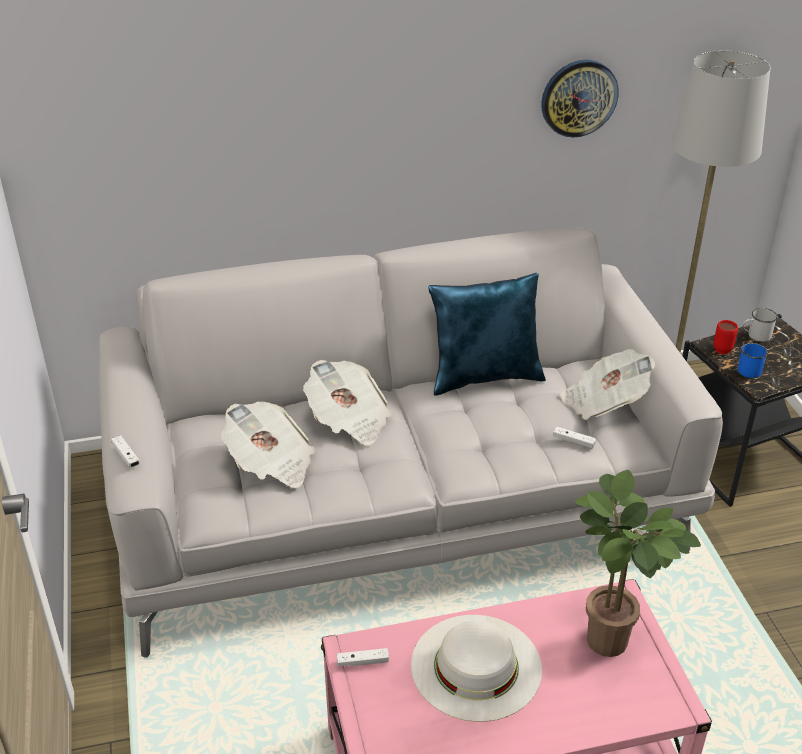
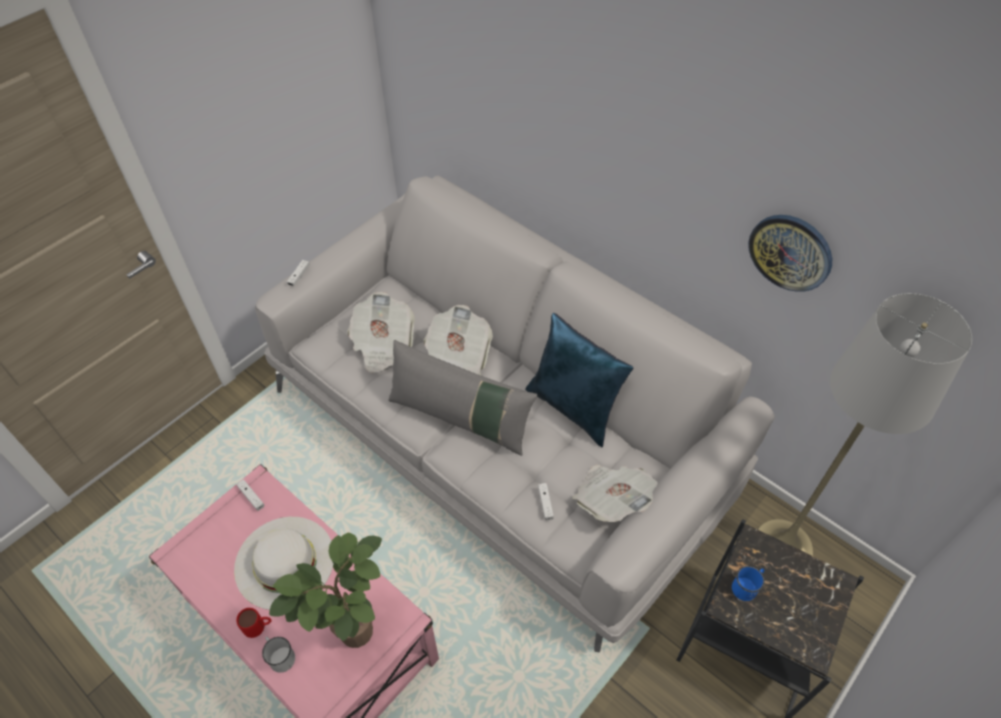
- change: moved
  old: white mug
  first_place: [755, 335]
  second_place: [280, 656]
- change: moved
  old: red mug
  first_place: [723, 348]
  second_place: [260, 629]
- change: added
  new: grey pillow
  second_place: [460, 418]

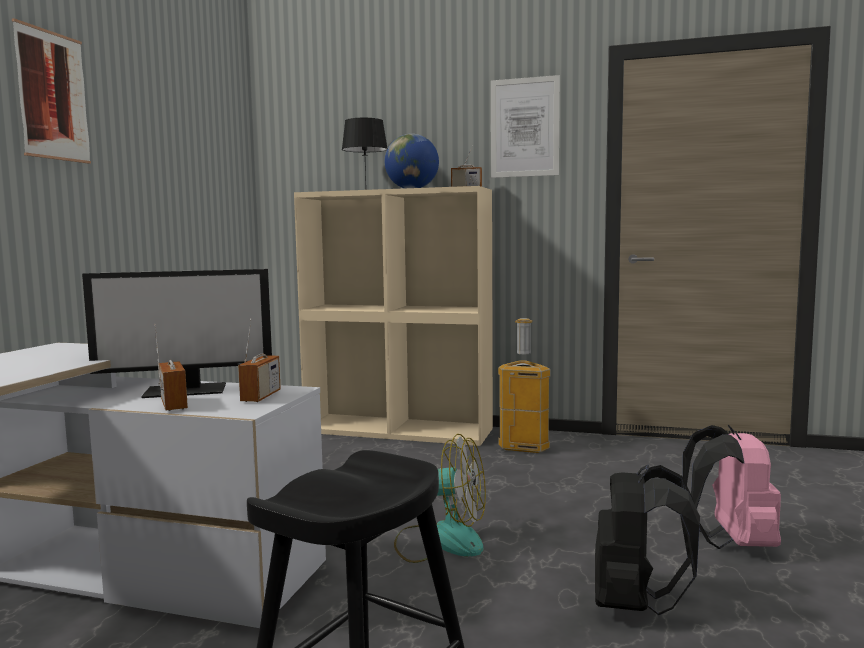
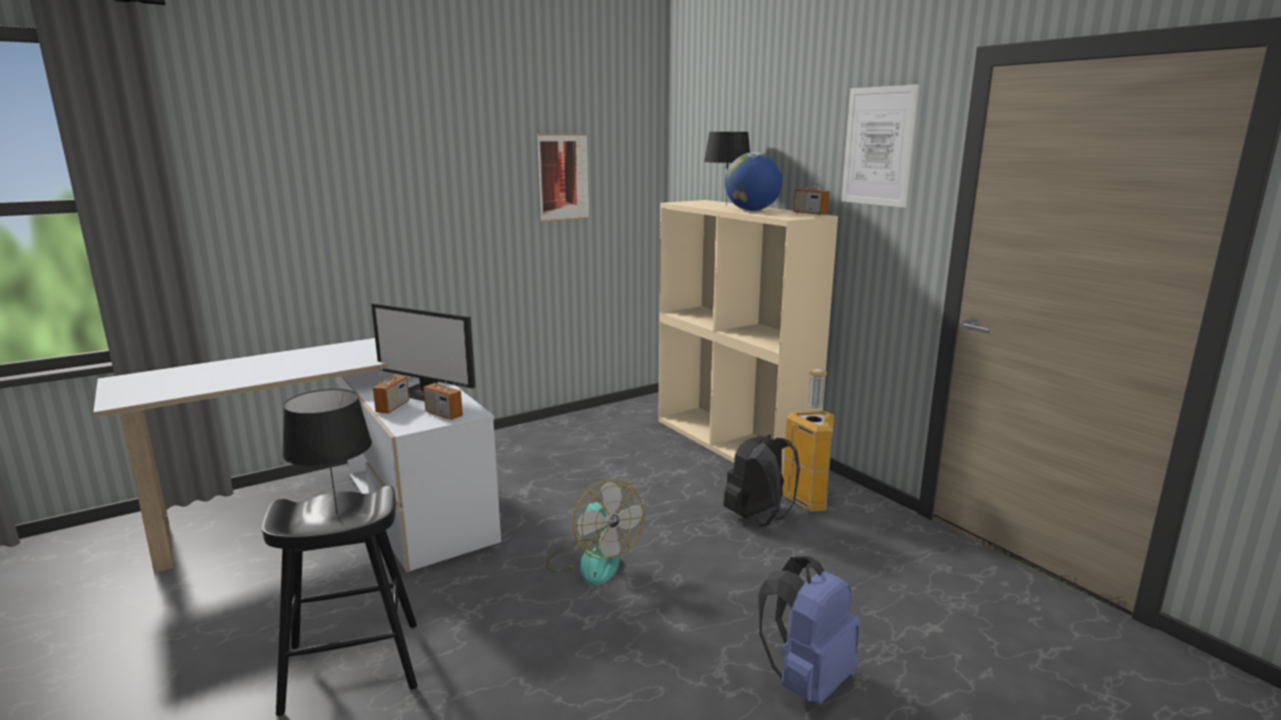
- change: moved
  old: picture
  first_place: [52, 96]
  second_place: [563, 177]
- change: turned
  old: radio
  first_place: [261, 396]
  second_place: [444, 414]
  degrees: 75
- change: recoloured
  old: pink backpack
  new: blue backpack
  first_place: [731, 543]
  second_place: [807, 680]
- change: moved
  old: black backpack
  first_place: [635, 604]
  second_place: [759, 518]
- change: added
  new: black table lamp
  second_place: [338, 515]

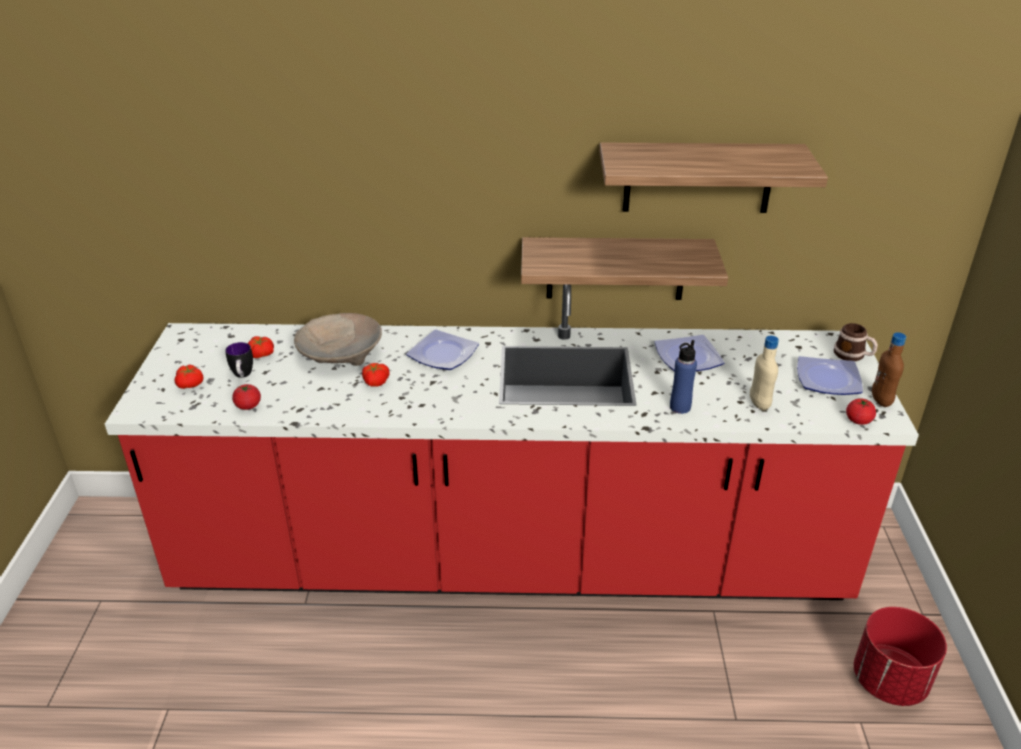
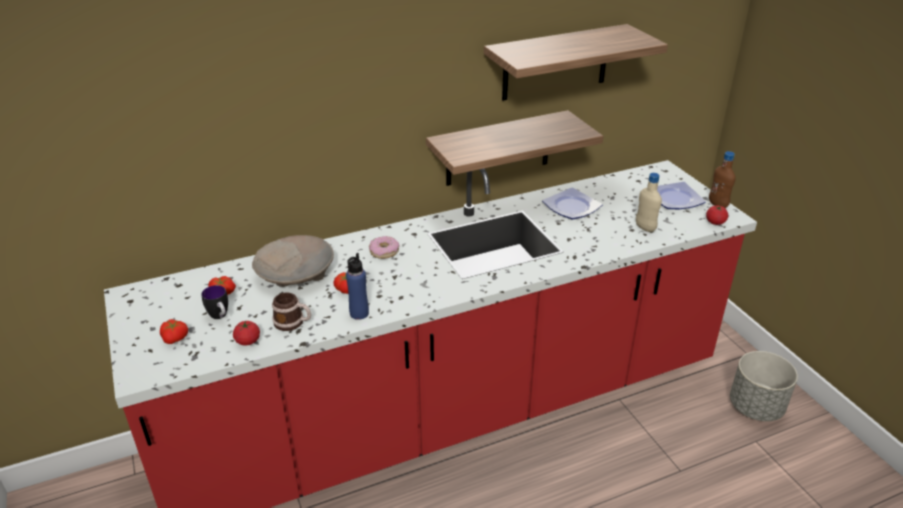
- change: moved
  old: mug
  first_place: [853, 355]
  second_place: [293, 323]
- change: replaced
  old: plate
  new: donut
  first_place: [442, 353]
  second_place: [384, 251]
- change: moved
  old: blue bottle
  first_place: [680, 407]
  second_place: [359, 313]
- change: recoloured
  old: red planter
  new: grey planter
  first_place: [889, 682]
  second_place: [756, 407]

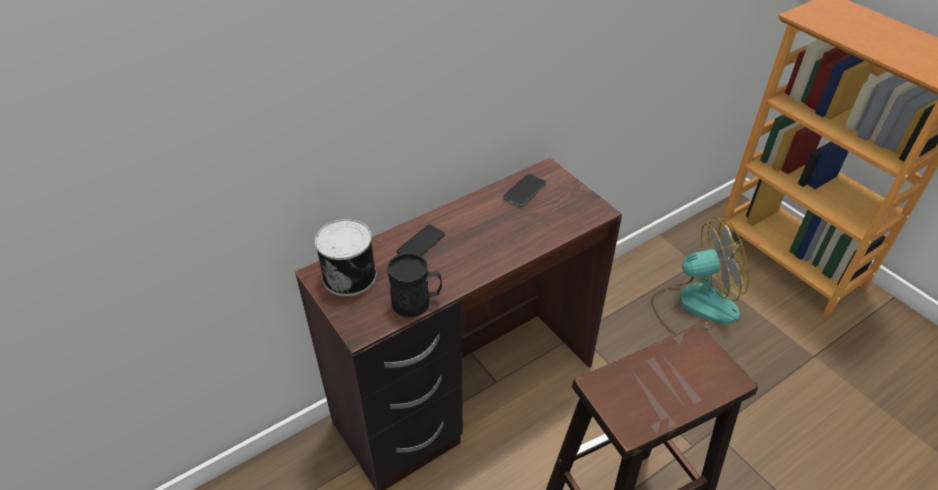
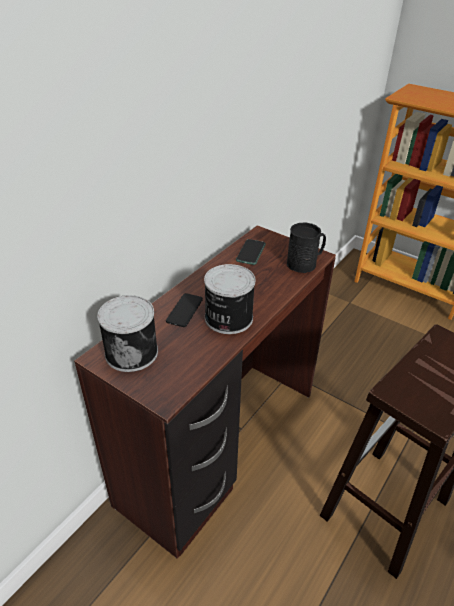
- change: removed
  old: fan
  first_place: [694, 306]
- change: moved
  old: black mug
  first_place: [416, 302]
  second_place: [305, 263]
- change: added
  new: can
  second_place: [227, 318]

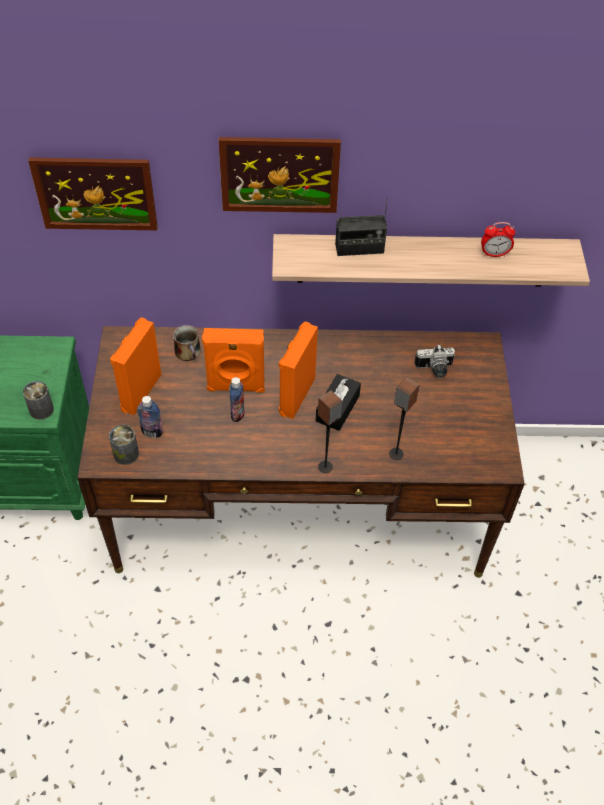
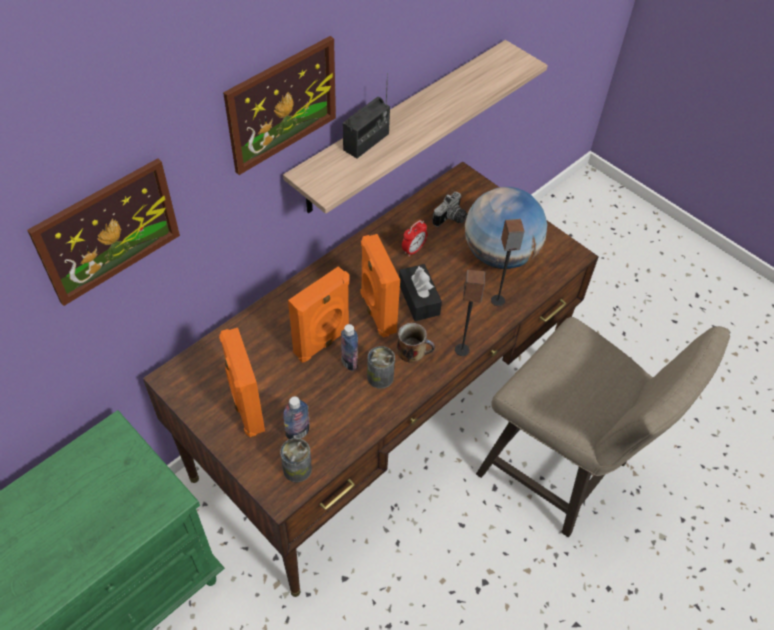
- change: moved
  old: alarm clock
  first_place: [494, 254]
  second_place: [413, 250]
- change: moved
  old: mug
  first_place: [188, 352]
  second_place: [413, 351]
- change: moved
  old: can
  first_place: [41, 410]
  second_place: [380, 377]
- change: added
  new: globe
  second_place: [500, 255]
- change: added
  new: beige stool
  second_place: [562, 473]

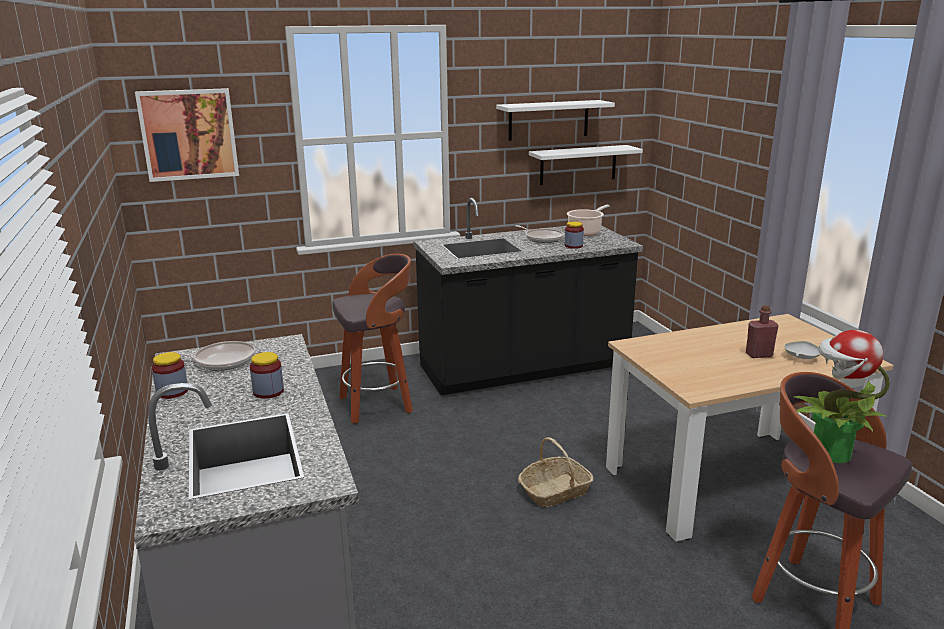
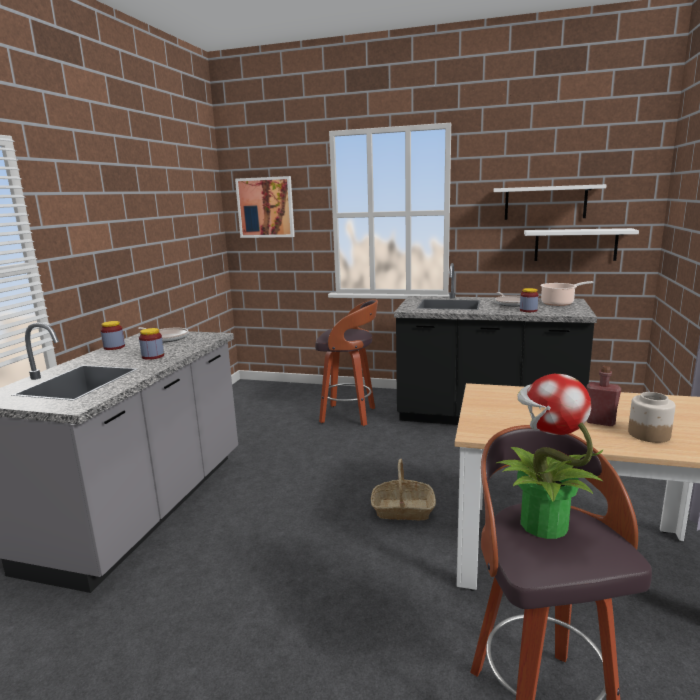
- change: replaced
  old: white bowl
  new: jar
  first_place: [801, 357]
  second_place: [648, 434]

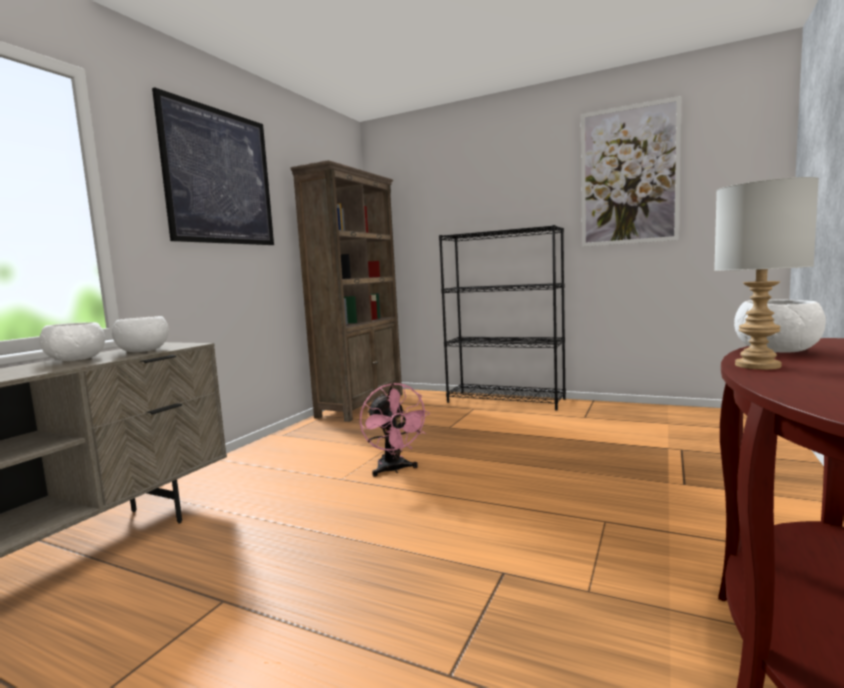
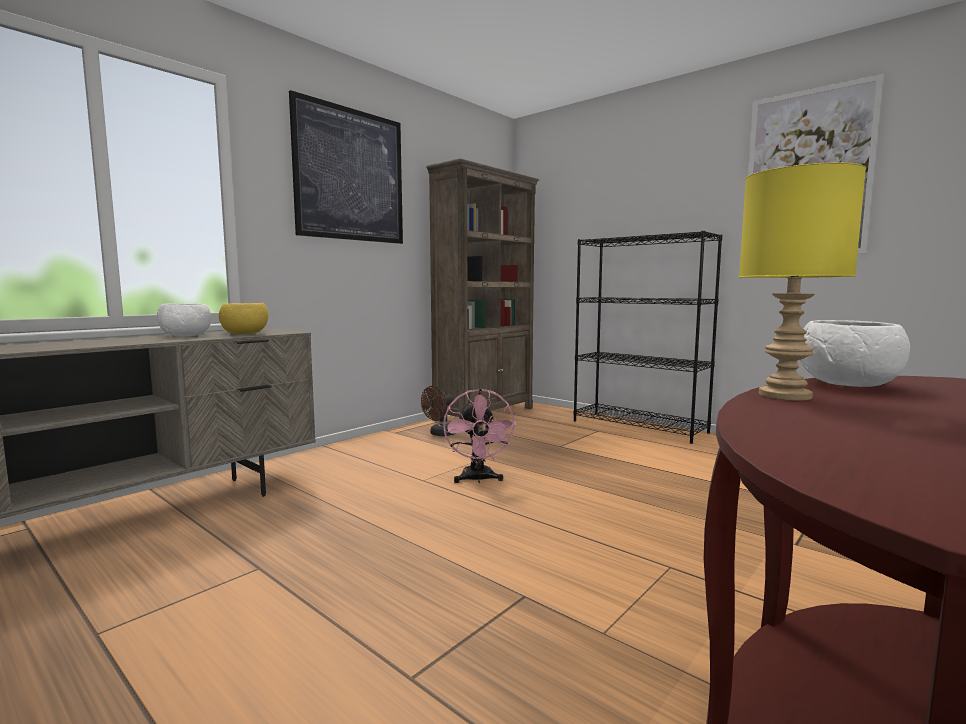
- change: recoloured
  old: grey table lamp
  new: yellow table lamp
  first_place: [756, 365]
  second_place: [784, 395]
- change: recoloured
  old: white bowl
  new: yellow bowl
  first_place: [143, 351]
  second_place: [245, 334]
- change: added
  new: brown fan
  second_place: [440, 434]

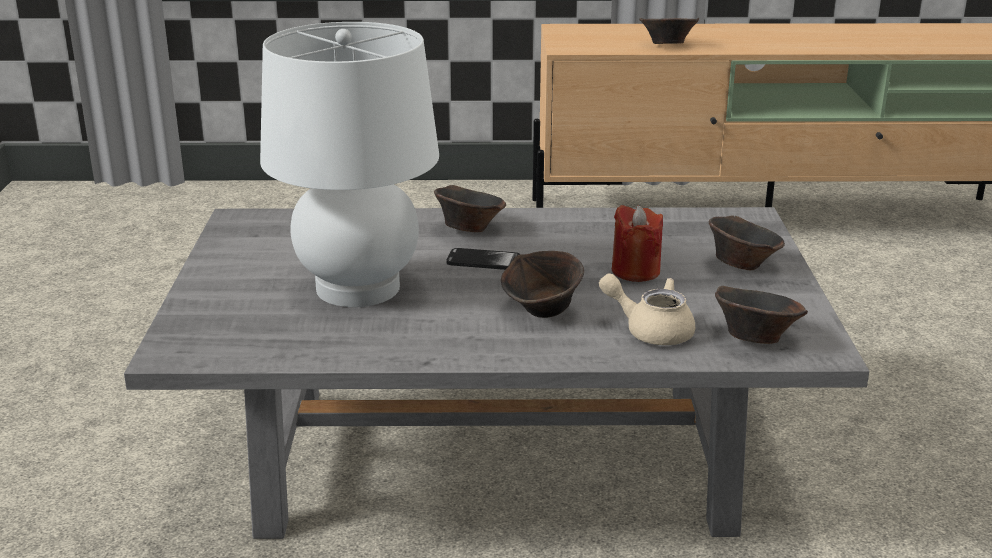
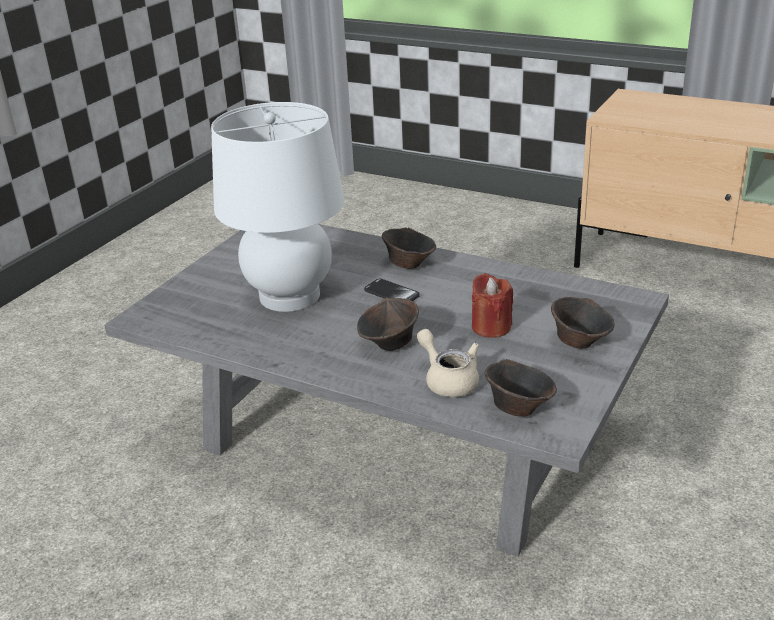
- change: removed
  old: brown bowl
  first_place: [666, 45]

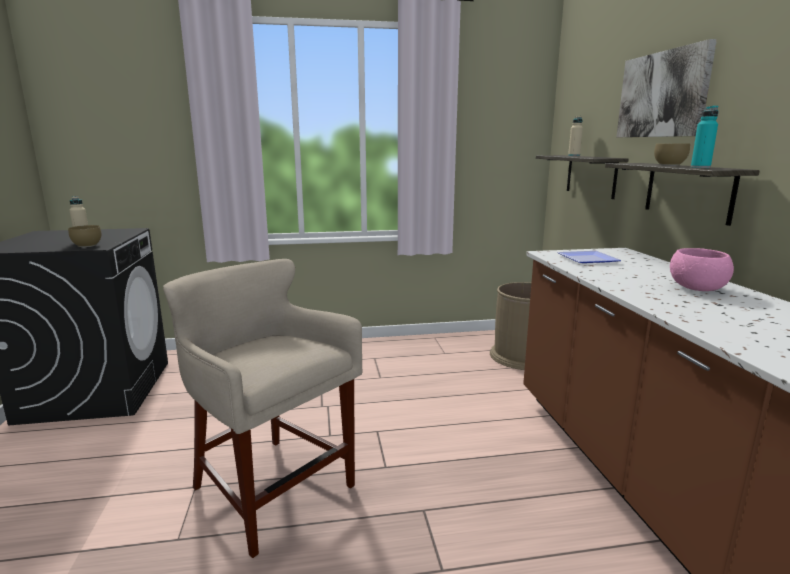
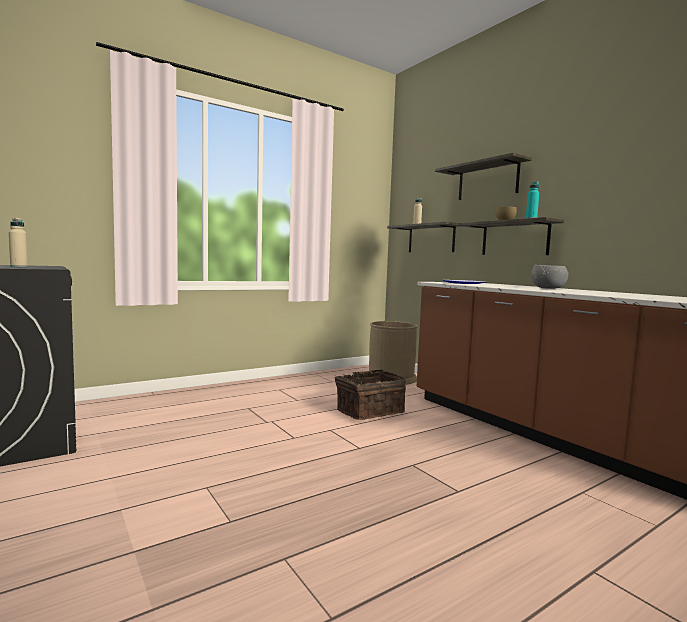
- change: replaced
  old: picture
  new: shelf
  first_place: [662, 95]
  second_place: [487, 181]
- change: removed
  old: brown bowl
  first_place: [87, 245]
- change: recoloured
  old: pink bowl
  new: grey bowl
  first_place: [697, 288]
  second_place: [547, 288]
- change: removed
  old: beige stool
  first_place: [271, 490]
- change: added
  new: basket
  second_place: [368, 411]

